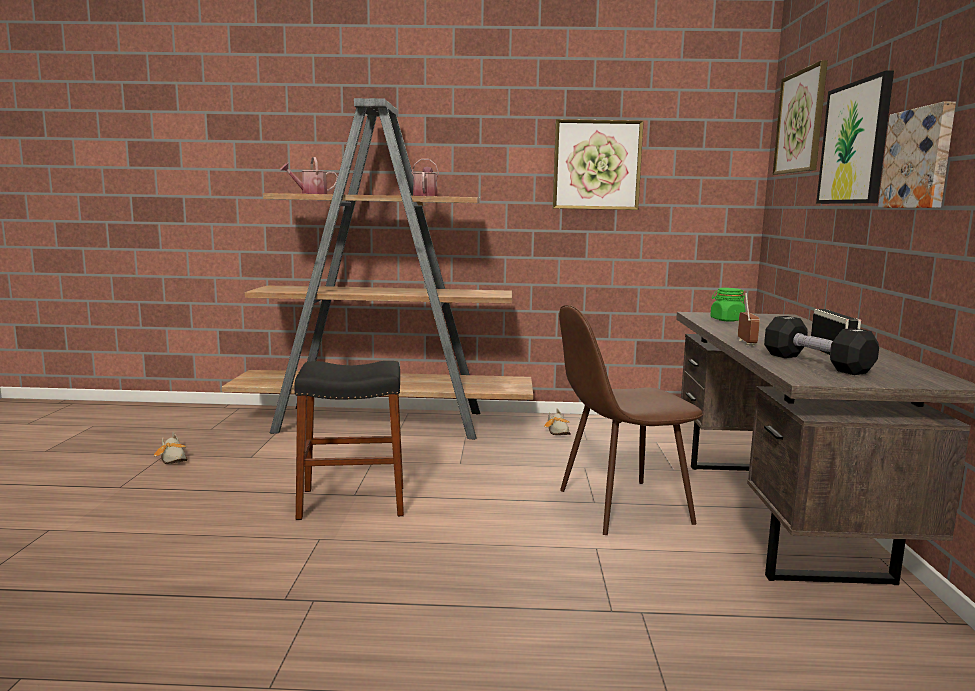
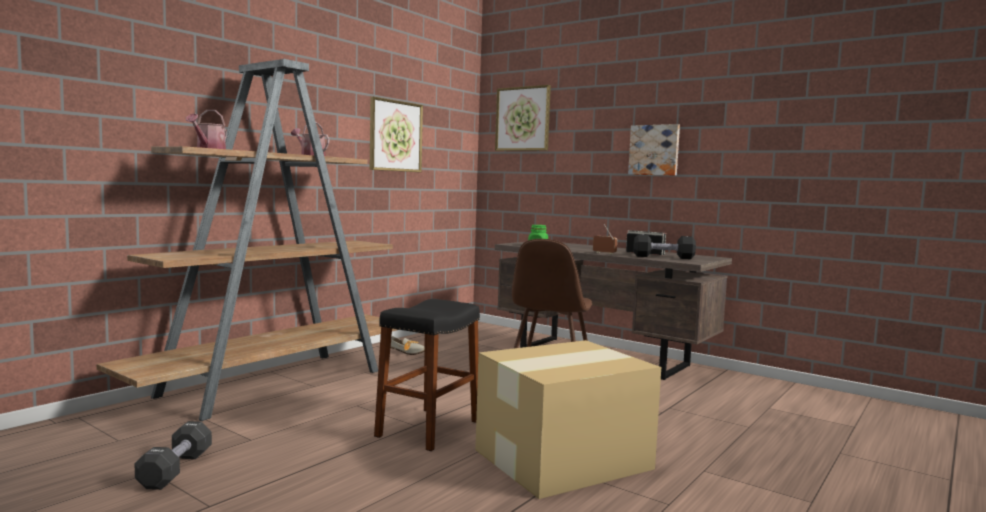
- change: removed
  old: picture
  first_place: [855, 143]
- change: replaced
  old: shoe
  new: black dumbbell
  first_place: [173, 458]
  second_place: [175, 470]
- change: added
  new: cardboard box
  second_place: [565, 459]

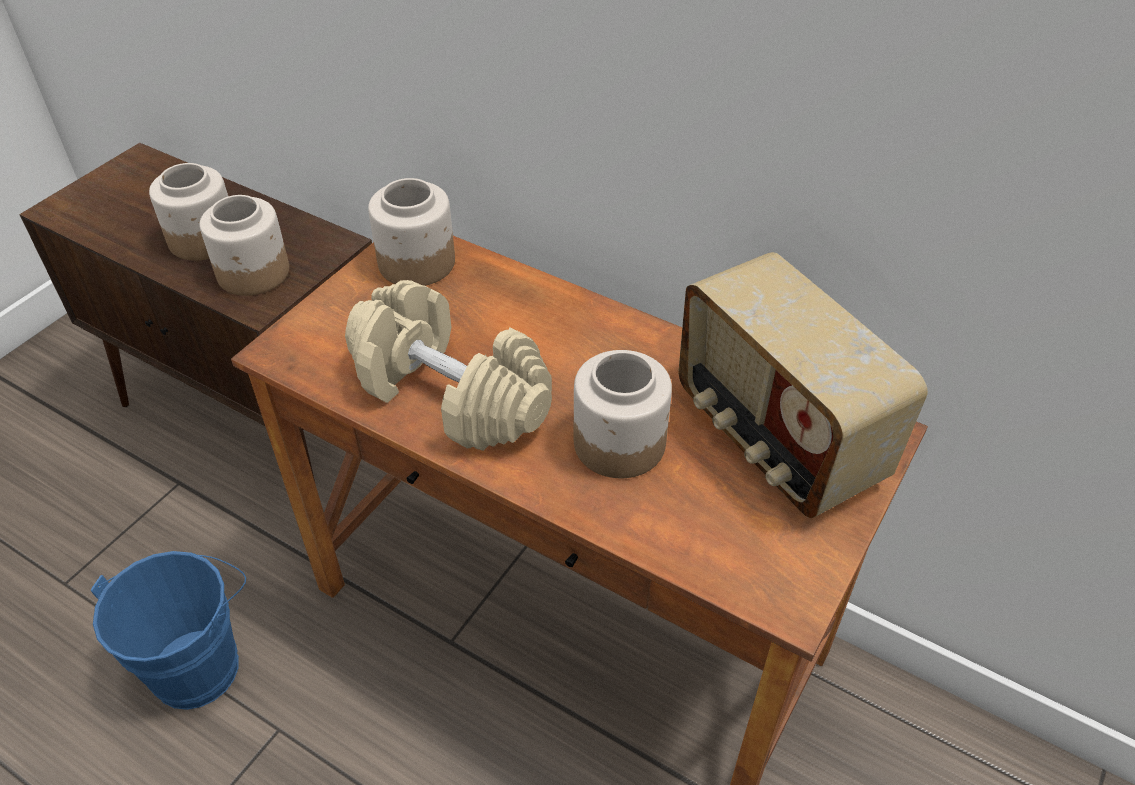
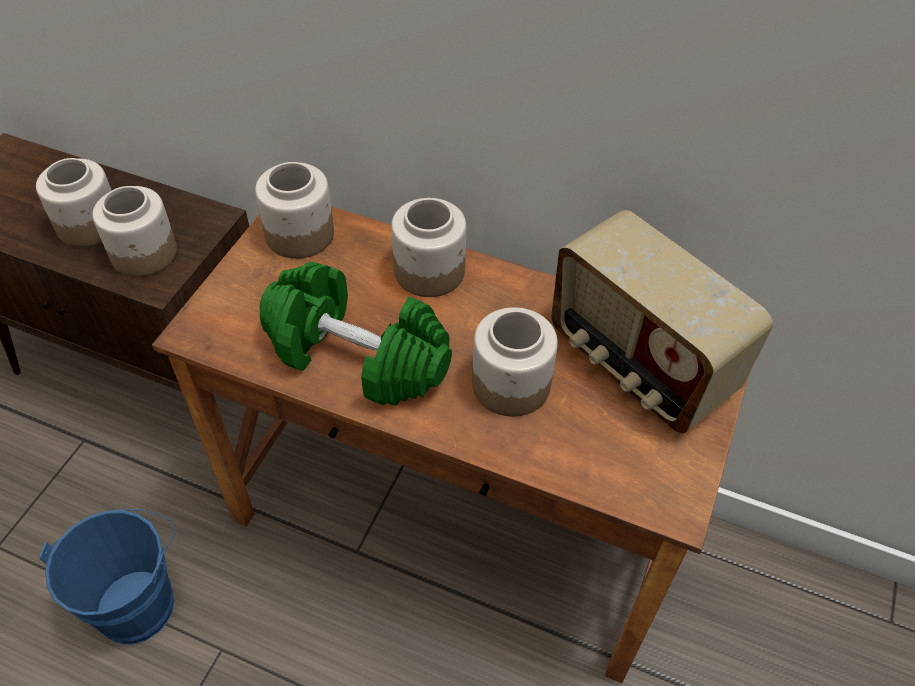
- change: recoloured
  old: beige dumbbell
  new: green dumbbell
  first_place: [449, 394]
  second_place: [356, 357]
- change: added
  new: jar
  second_place: [430, 271]

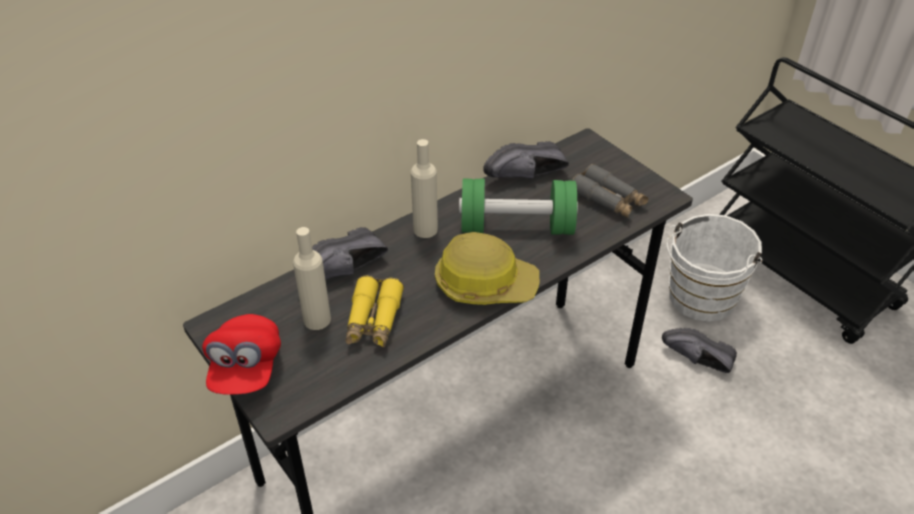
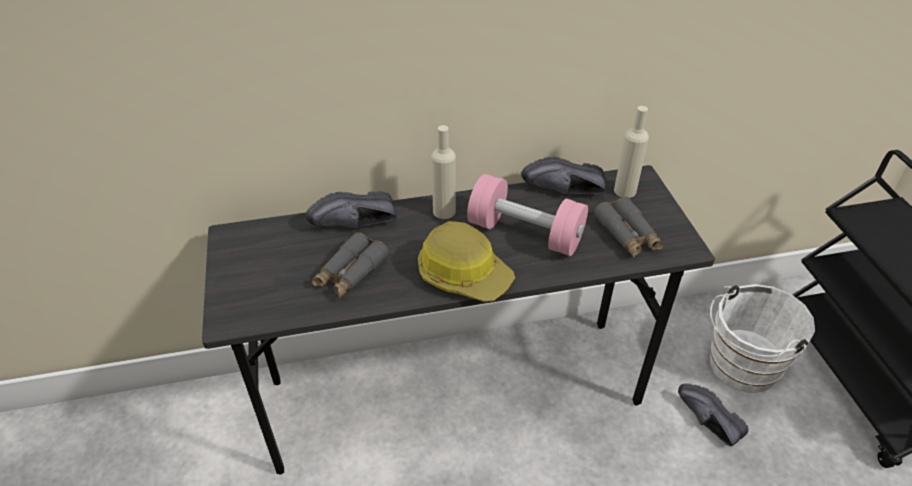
- change: recoloured
  old: green dumbbell
  new: pink dumbbell
  first_place: [516, 227]
  second_place: [525, 233]
- change: moved
  old: beige bottle
  first_place: [317, 319]
  second_place: [625, 191]
- change: recoloured
  old: yellow binoculars
  new: grey binoculars
  first_place: [373, 320]
  second_place: [350, 273]
- change: removed
  old: red cap
  first_place: [246, 368]

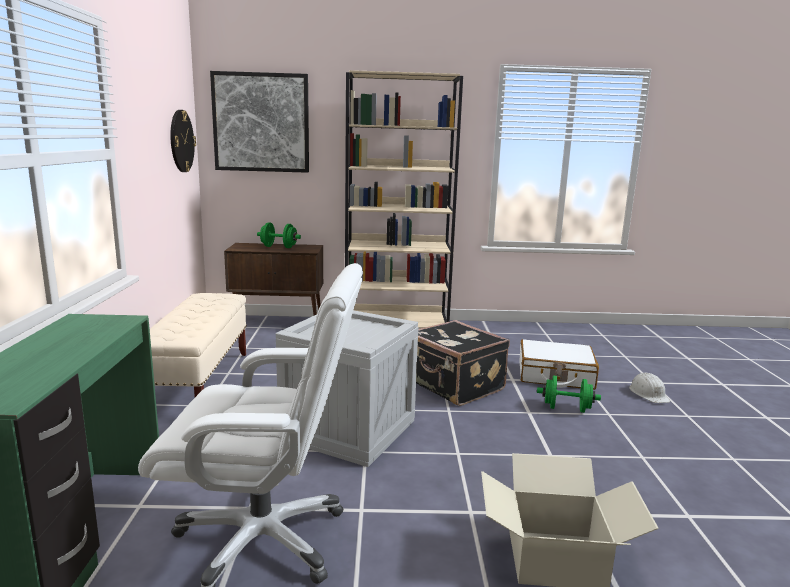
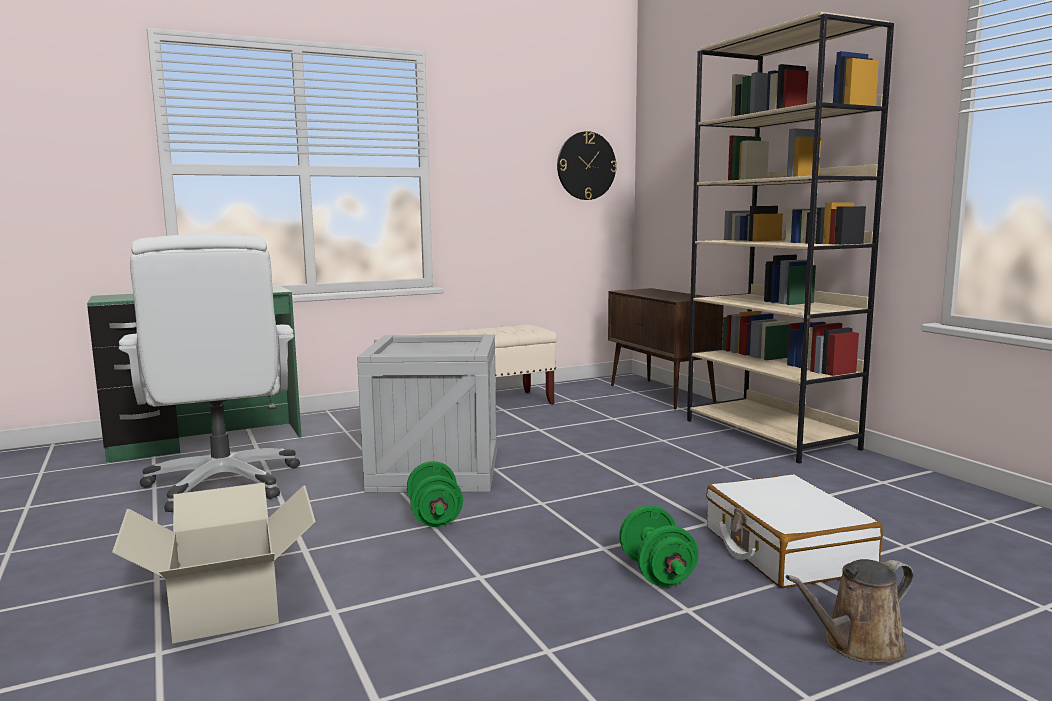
- change: removed
  old: picture
  first_place: [261, 122]
- change: moved
  old: green dumbbell
  first_place: [279, 247]
  second_place: [435, 517]
- change: removed
  old: black suitcase
  first_place: [454, 386]
- change: replaced
  old: white hard hat
  new: brown watering can
  first_place: [648, 394]
  second_place: [858, 646]

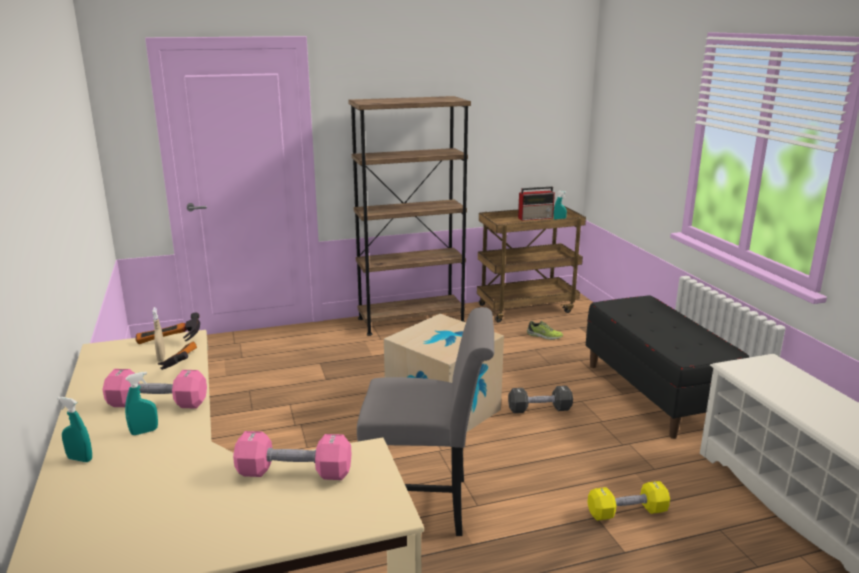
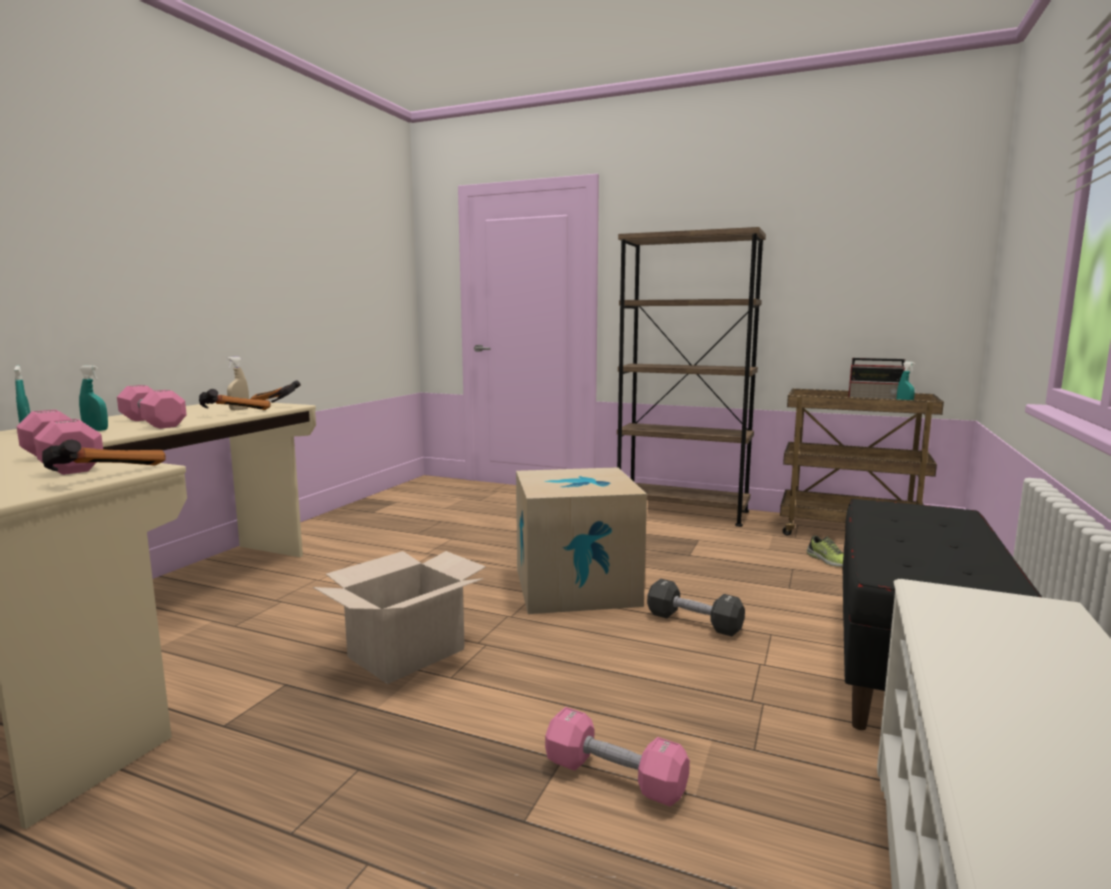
- change: replaced
  old: grey chair
  new: cardboard box
  first_place: [427, 505]
  second_place: [407, 654]
- change: recoloured
  old: yellow dumbbell
  new: pink dumbbell
  first_place: [627, 512]
  second_place: [614, 777]
- change: added
  new: hammer
  second_place: [106, 475]

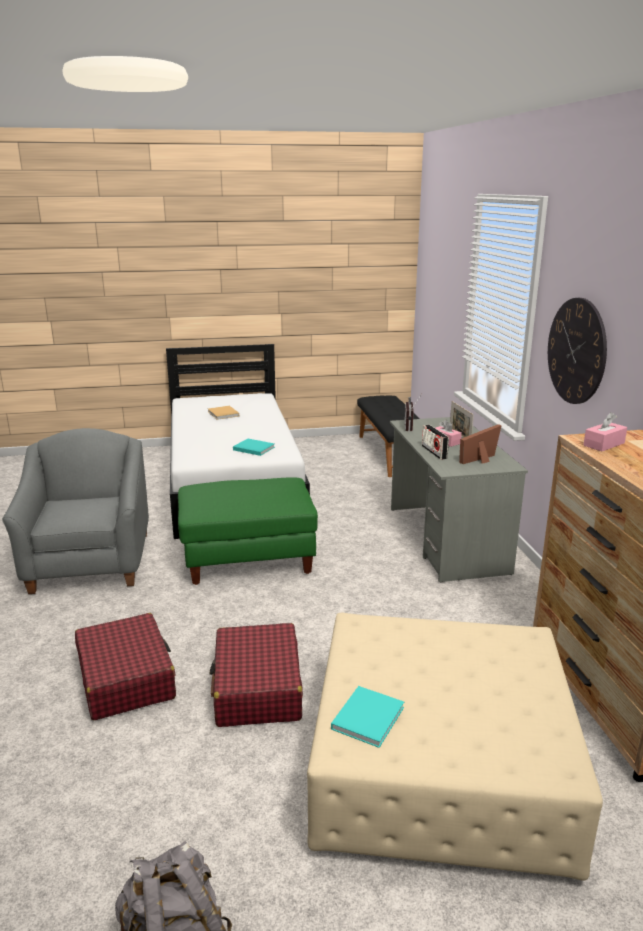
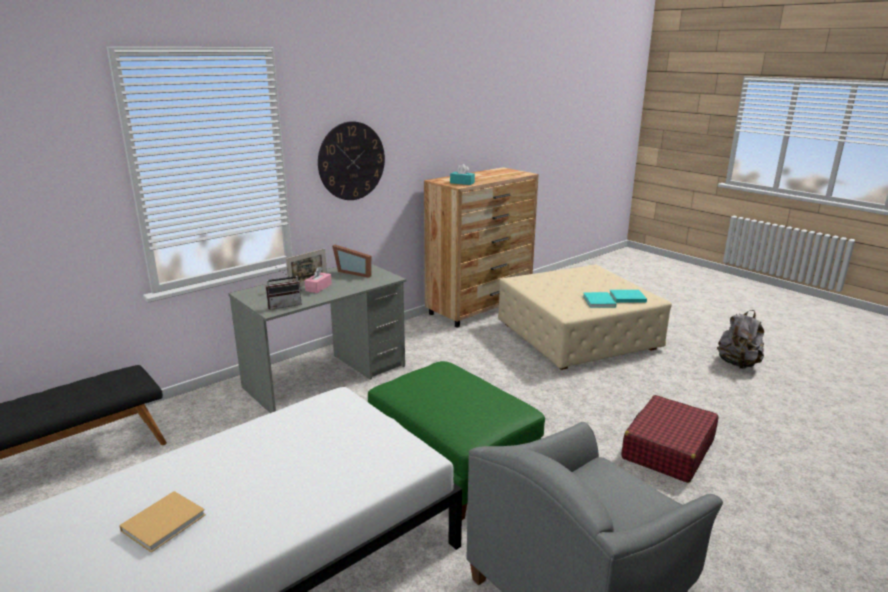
- change: recoloured
  old: pink tissue box
  new: turquoise tissue box
  first_place: [604, 444]
  second_place: [462, 183]
- change: removed
  old: radio
  first_place: [434, 452]
- change: moved
  old: turquoise book
  first_place: [253, 448]
  second_place: [599, 301]
- change: removed
  old: red suitcase
  first_place: [257, 688]

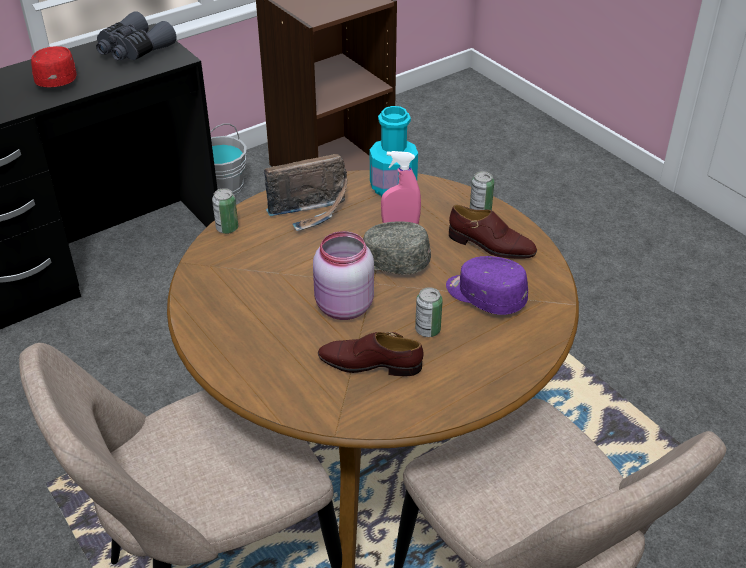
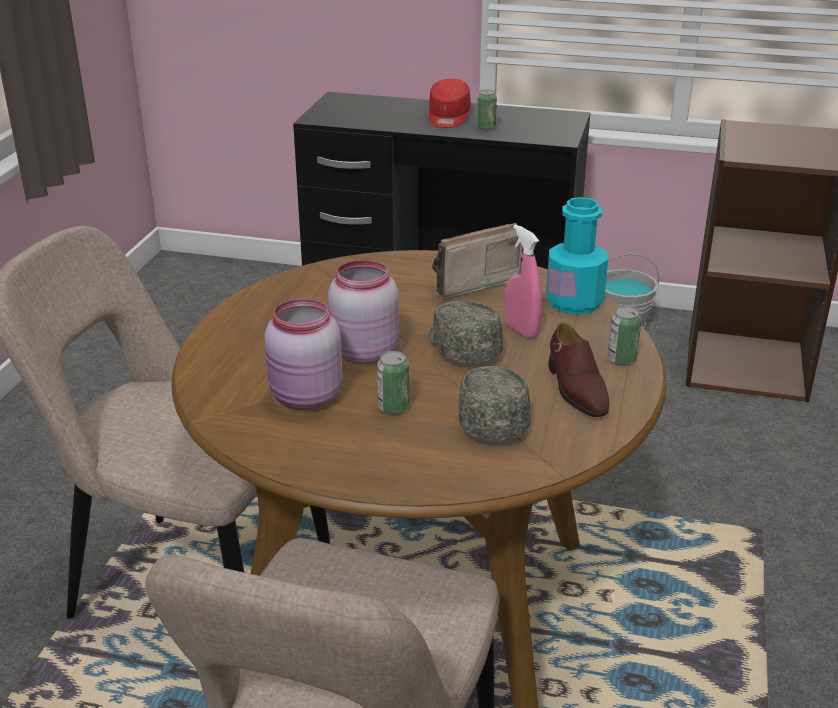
- change: removed
  old: grey binoculars
  first_place: [133, 50]
- change: turned
  old: red cap
  first_place: [57, 77]
  second_place: [448, 117]
  degrees: 150
- change: turned
  old: radio
  first_place: [312, 212]
  second_place: [469, 283]
  degrees: 120
- change: moved
  old: can
  first_place: [227, 228]
  second_place: [486, 127]
- change: recoloured
  old: purple cap
  new: grey cap
  first_place: [485, 296]
  second_place: [491, 418]
- change: replaced
  old: brown shoe
  new: pink jar
  first_place: [370, 364]
  second_place: [305, 398]

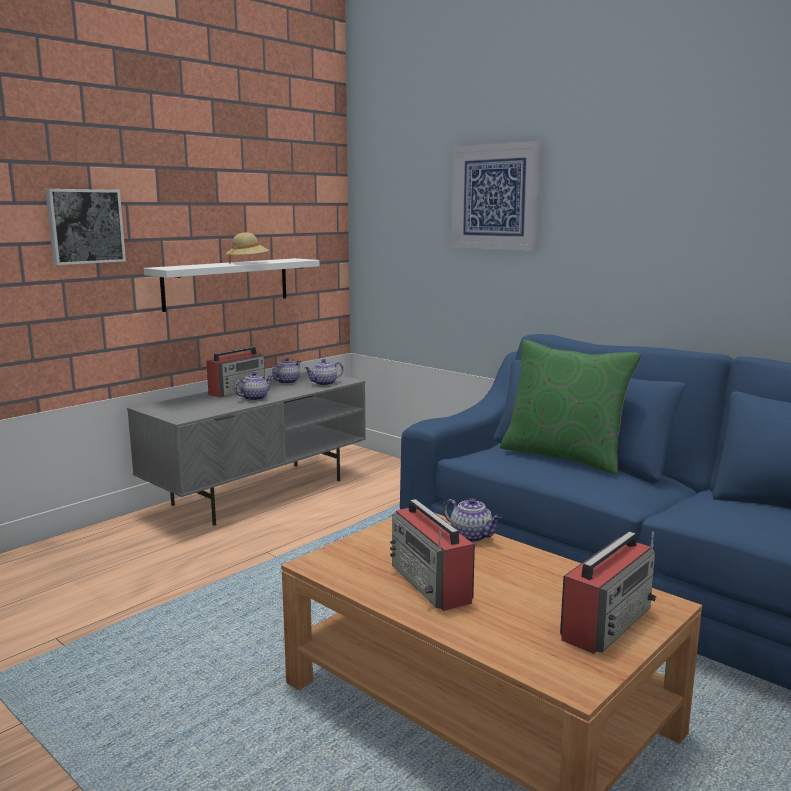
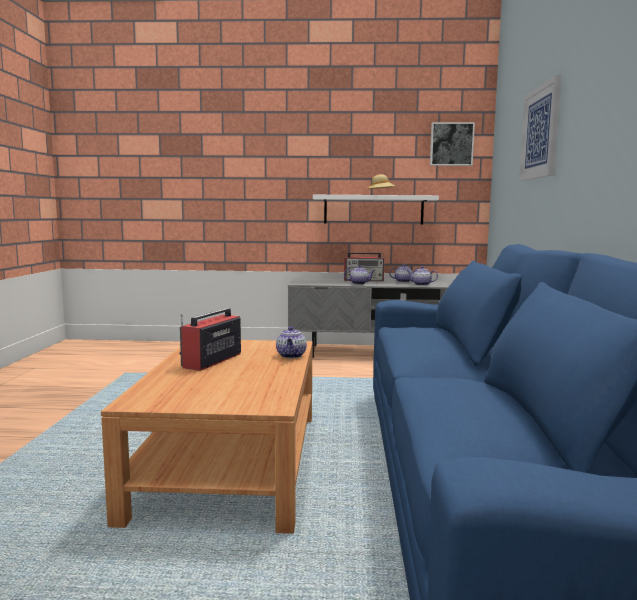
- change: moved
  old: picture
  first_place: [85, 226]
  second_place: [451, 144]
- change: removed
  old: green pillow
  first_place: [564, 456]
- change: removed
  old: radio
  first_place: [607, 622]

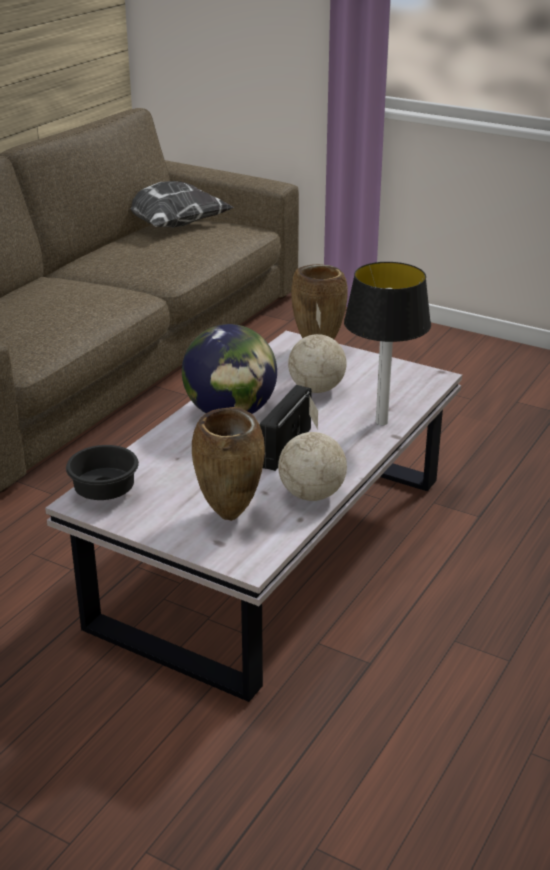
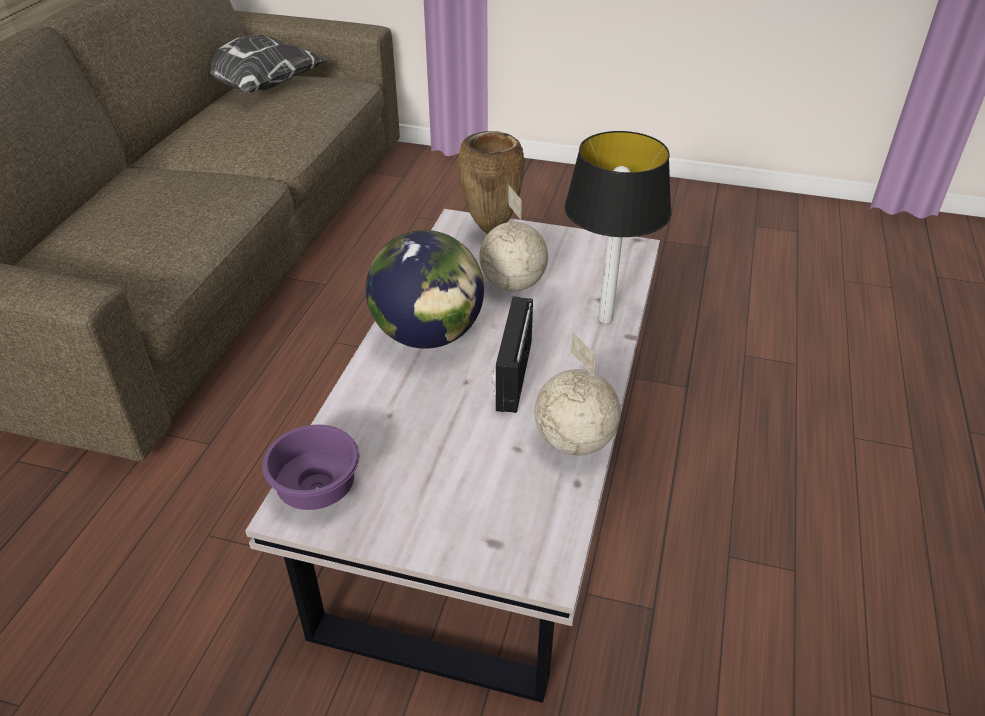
- change: removed
  old: brown vase
  first_place: [231, 516]
- change: recoloured
  old: black bowl
  new: purple bowl
  first_place: [102, 491]
  second_place: [314, 488]

